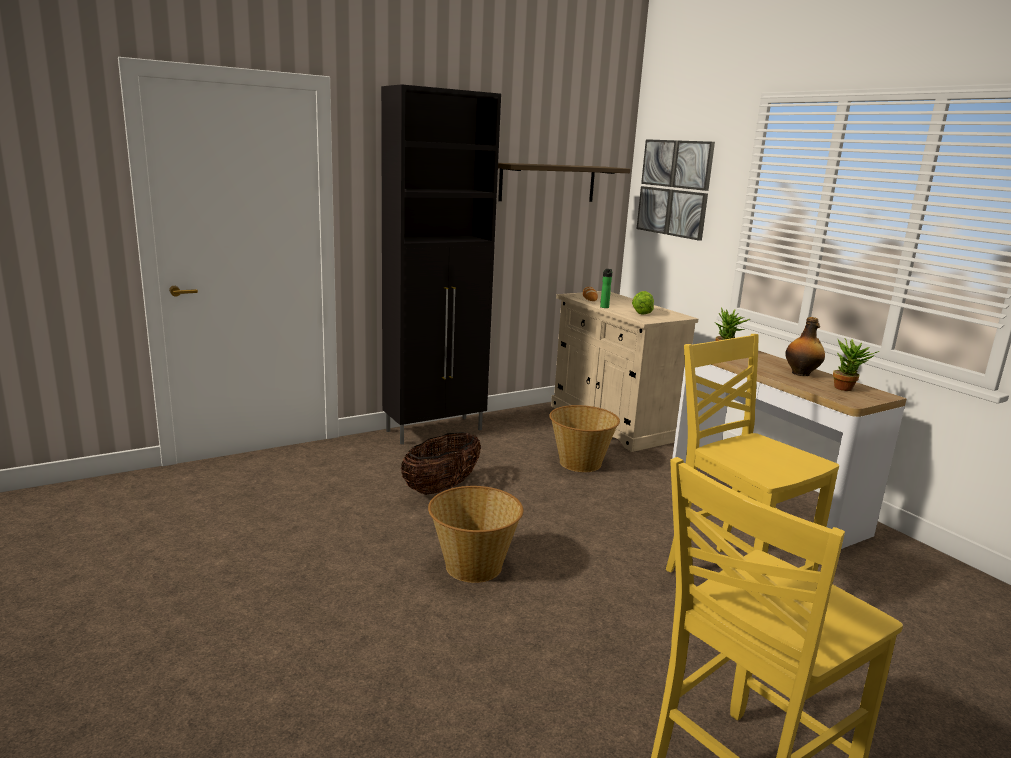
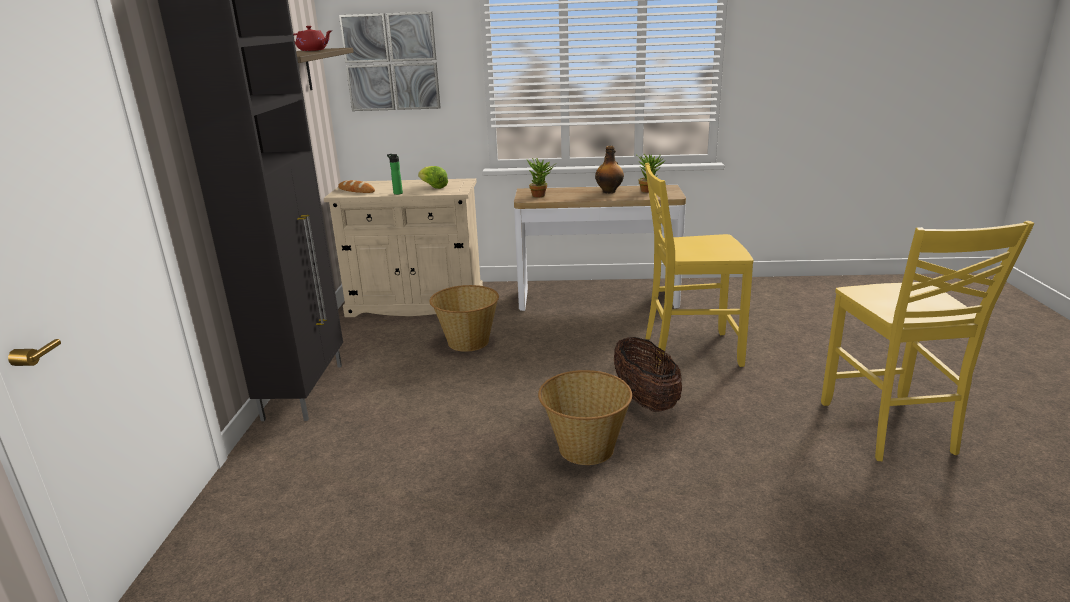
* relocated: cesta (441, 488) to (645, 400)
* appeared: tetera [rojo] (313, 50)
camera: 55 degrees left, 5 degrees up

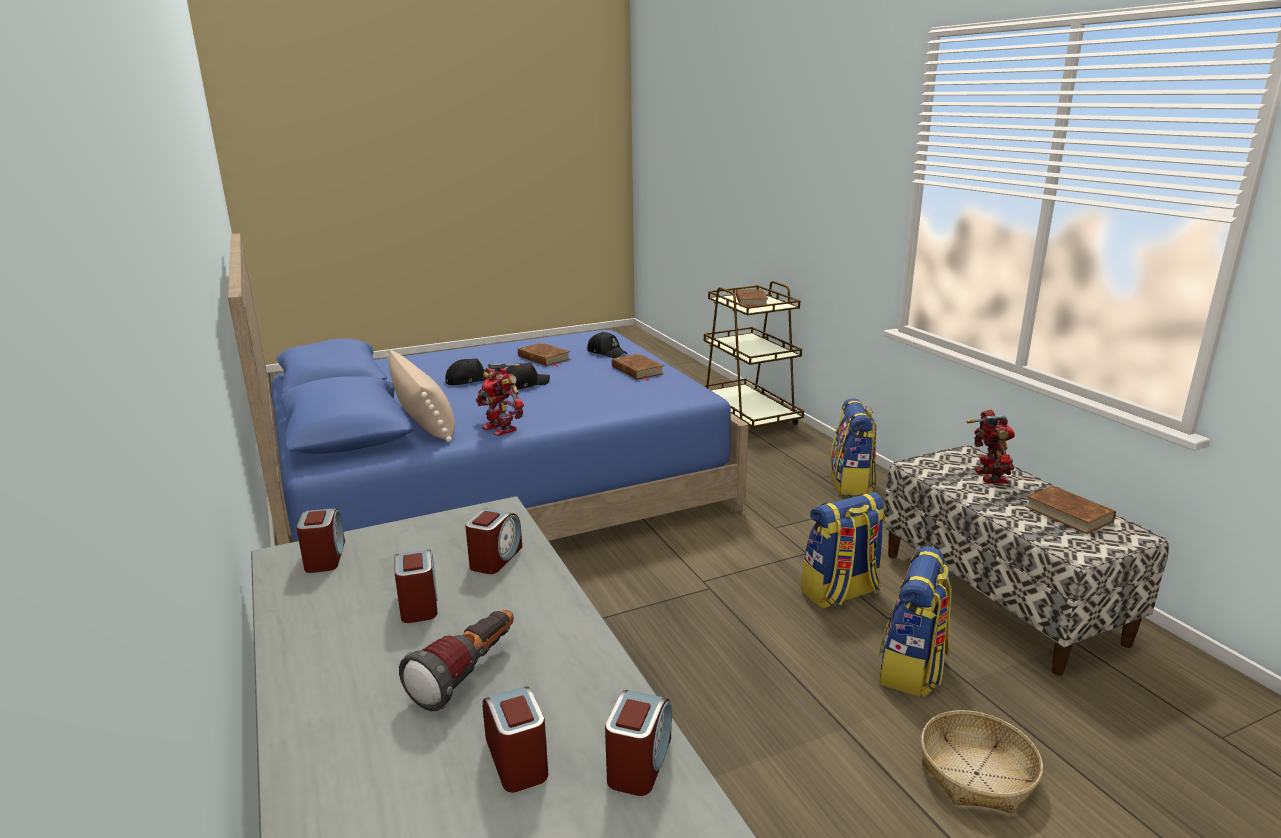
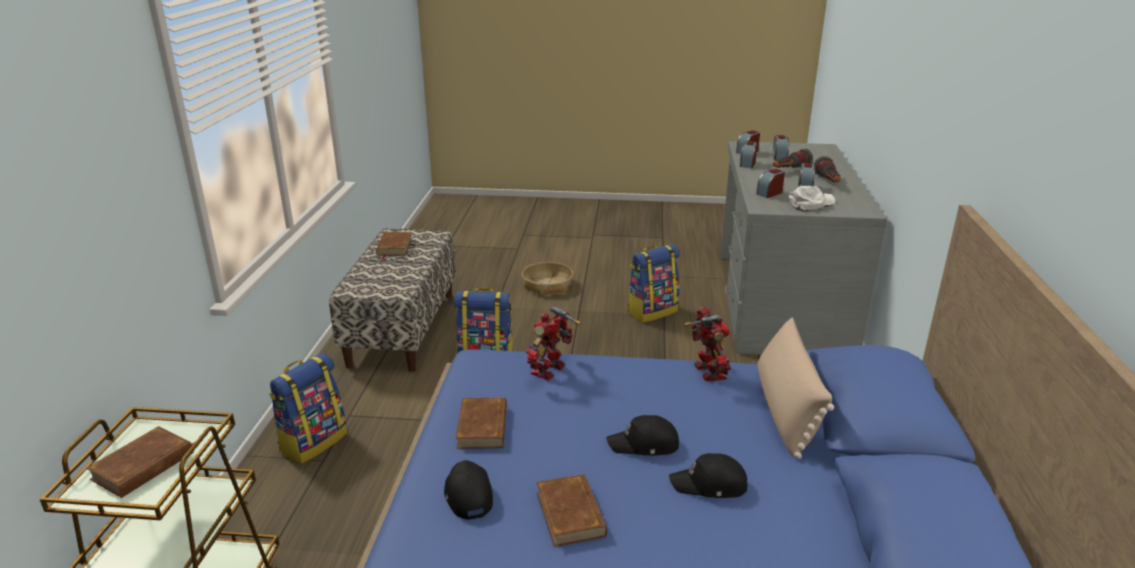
* relocated: despertador (325, 557) to (747, 164)
* relocated: mochila (912, 669) to (652, 311)
* relocated: robot de juguete (988, 477) to (550, 370)
* appeared: gorra [blanco] (811, 203)
* appeared: linterna (828, 182)
camera: 150 degrees left, 5 degrees up

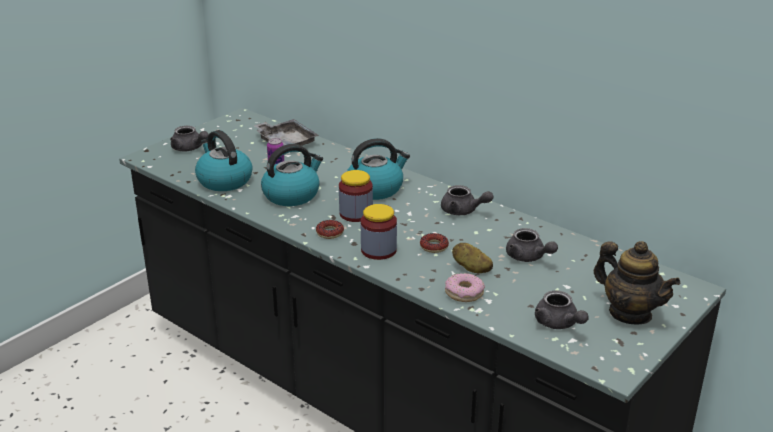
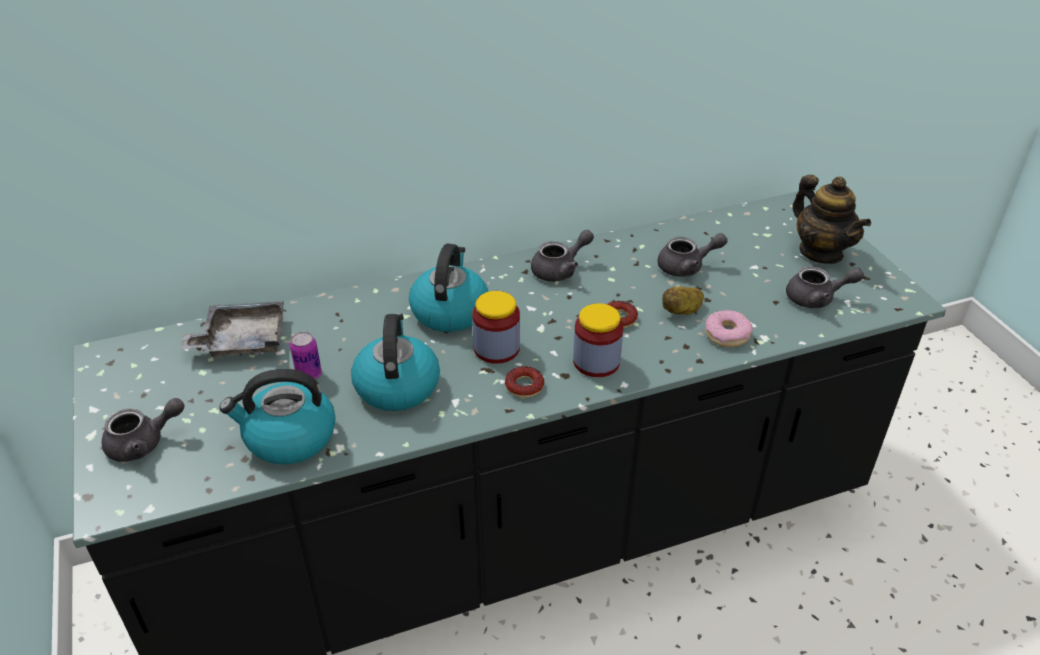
* spun: tetera (630, 313) = (821, 252) 75 degrees clockwise
camera: 60 degrees left, 10 degrees up

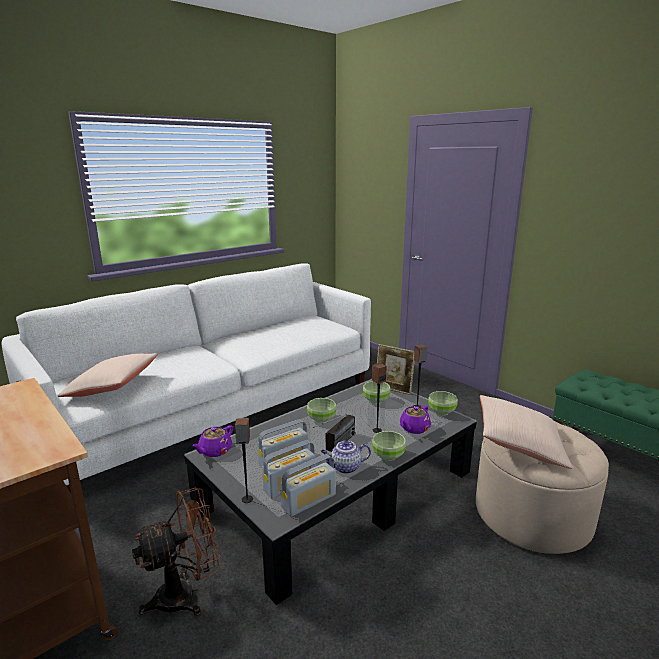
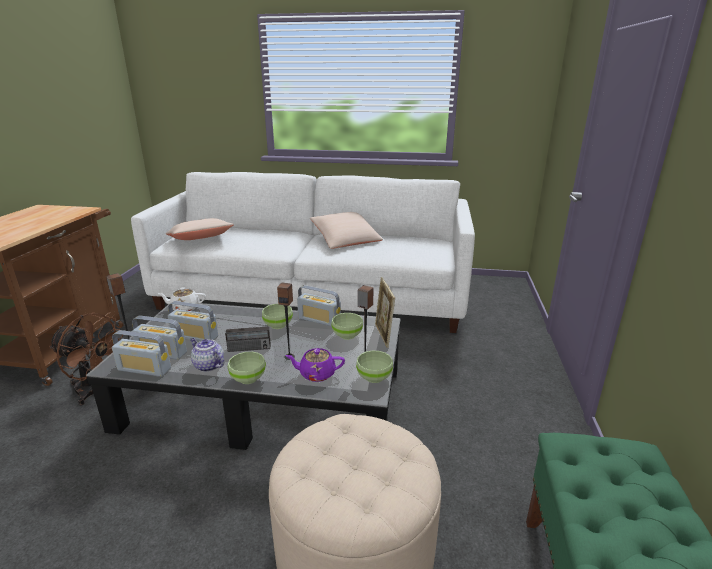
* colour: tetera [morado] (214, 451) to tetera [blanco] (184, 308)
* relocated: cojín [beis] (519, 444) to (345, 240)
* appeared: radio (319, 320)
camera: 50 degrees right, 5 degrees up

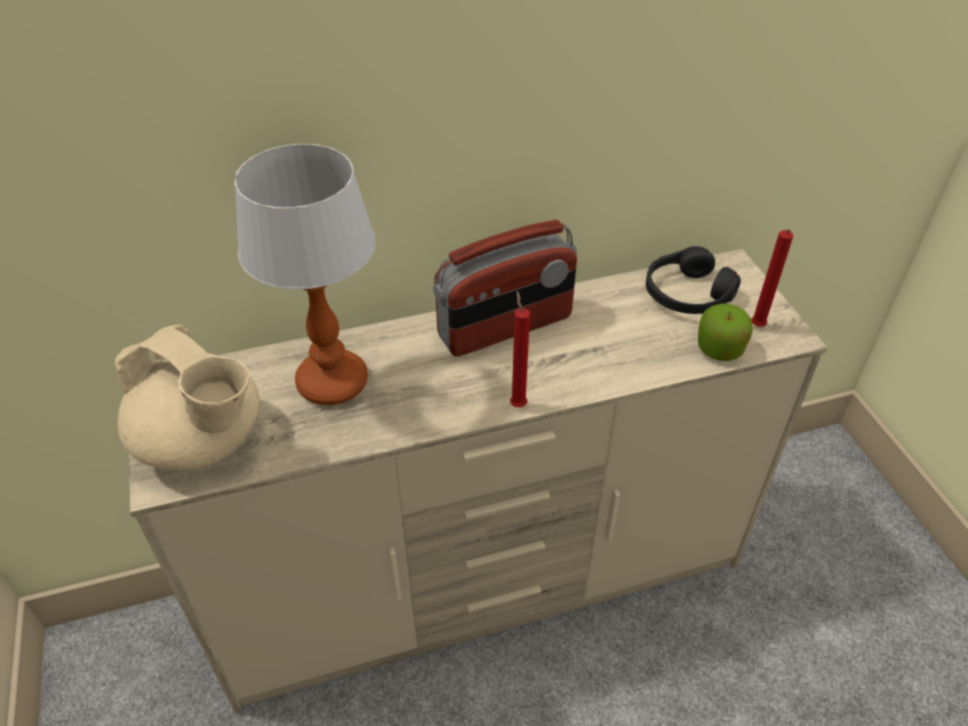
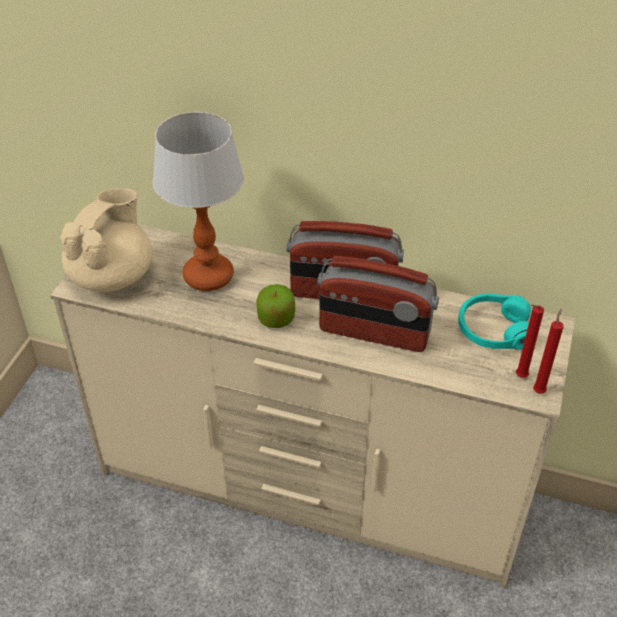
* spun: tetera [beis] (203, 442) = (113, 275) 135 degrees counterclockwise
* relocated: vela [rojo] (517, 404) to (539, 390)
* colour: auriculares [negro] (687, 294) to auriculares [turquesa] (493, 330)
* relocated: manzana (719, 349) to (276, 319)
* appeared: radio (374, 333)
camera: 35 degrees right, 0 degrees up

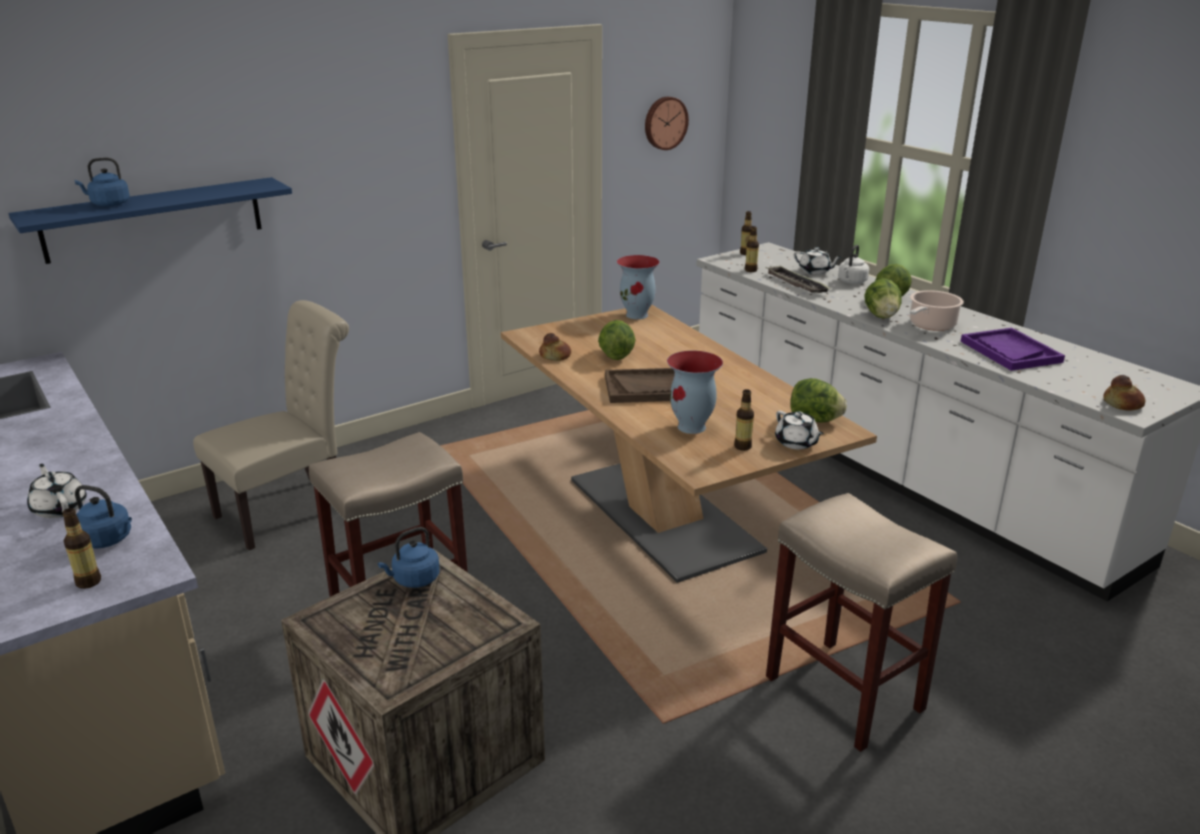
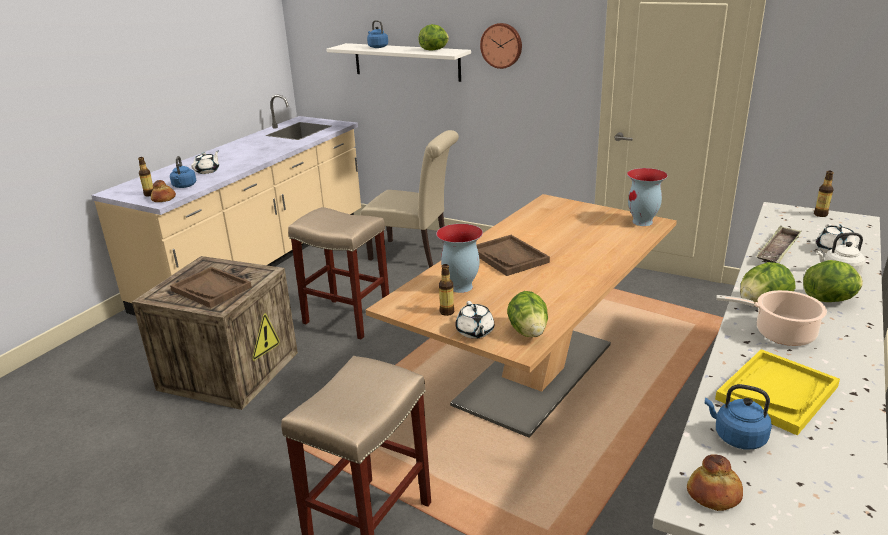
* colour: estante [azul] (154, 219) to estante [blanco] (406, 62)
* relocated: hervidor [azul] (414, 580) to (736, 437)
* relocated: pan (555, 356) to (164, 199)
* relocated: lechuga (615, 356) to (434, 50)
* relocated: reloj de pared (664, 123) to (501, 45)
* missing: botella (750, 270)
* spun: tetera [blanco] (796, 443) = (475, 332) 45 degrees counterclockwise
* colour: bandeja [morado] (1010, 351) to bandeja [amarillo] (776, 392)
* appeared: bandeja [marrón] (211, 289)
camera: 65 degrees right, 0 degrees up

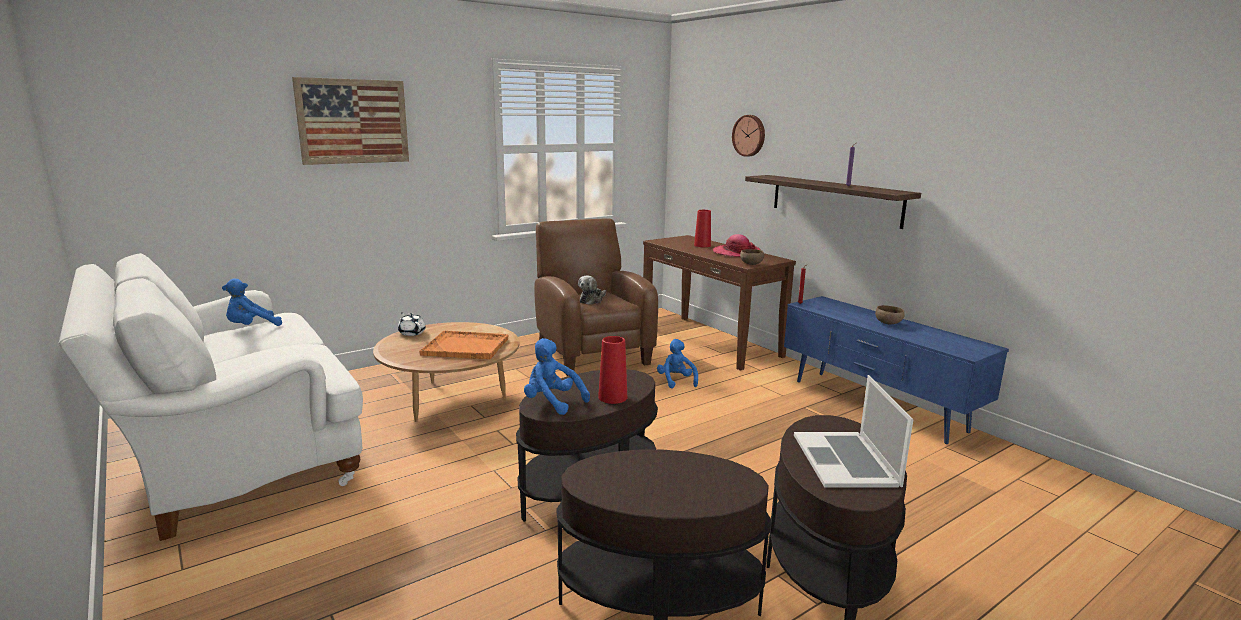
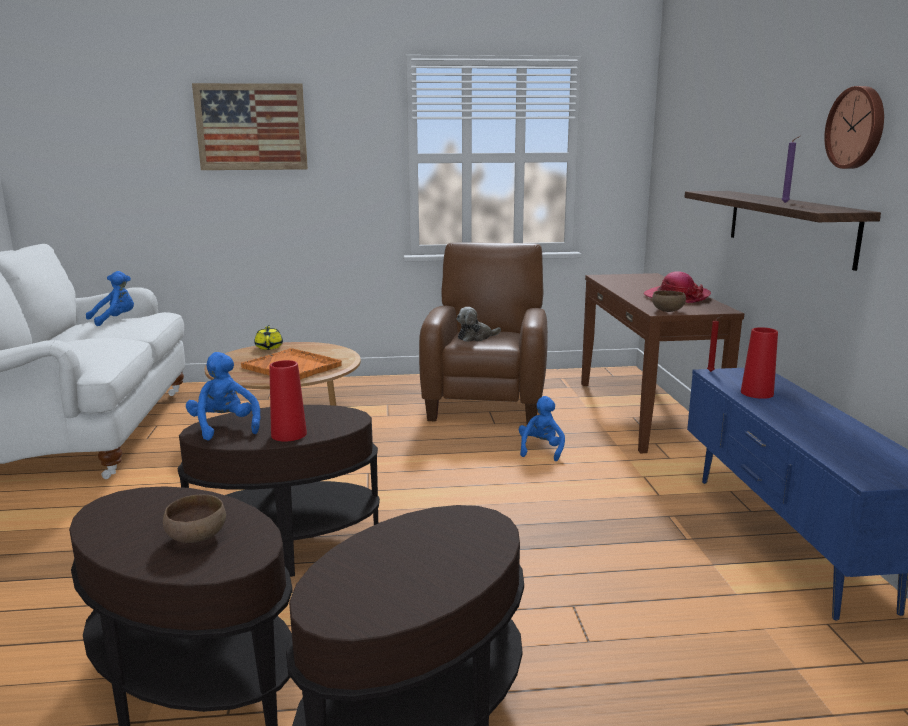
* spun: peluche [azul] (252, 327) = (115, 320) 150 degrees clockwise
* colour: tetera [blanco] (412, 333) to tetera [amarillo] (269, 347)
* relocated: florero [rojo] (702, 245) to (757, 393)
* relocated: reloj de pared (749, 135) to (857, 128)
* missing: portátil (845, 459)
* relocated: cuenco [marrón] (889, 323) to (198, 537)
camera: 30 degrees right, 0 degrees up

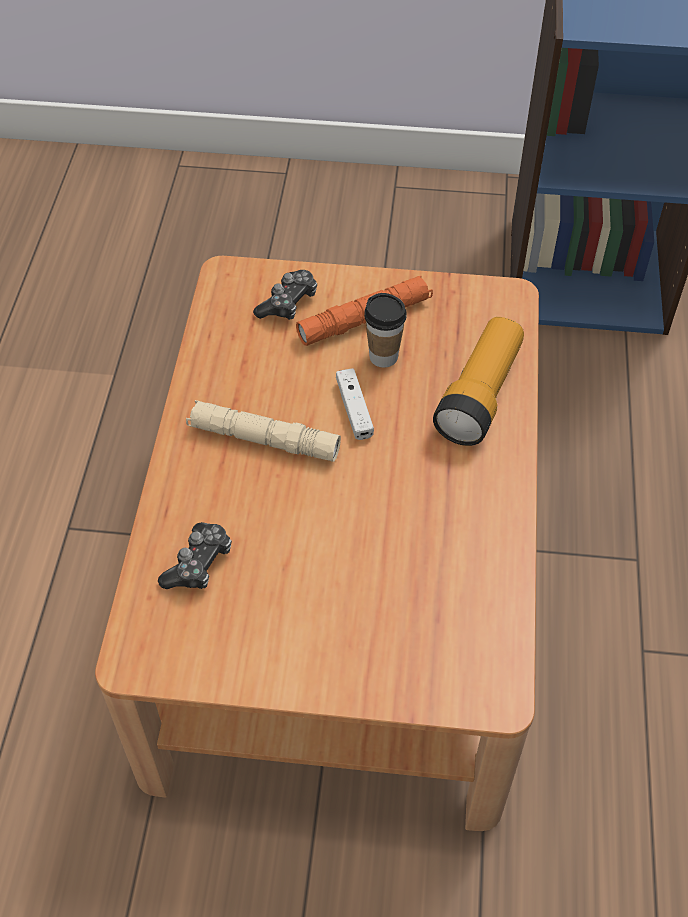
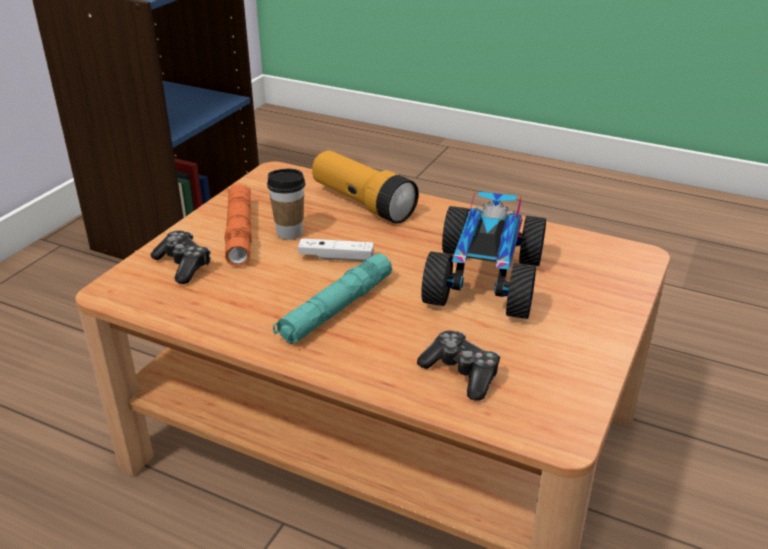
* colour: linterna [beis] (264, 439) to linterna [turquesa] (336, 309)
* appeared: coche de juguete (482, 279)
camera: 70 degrees left, 20 degrees down

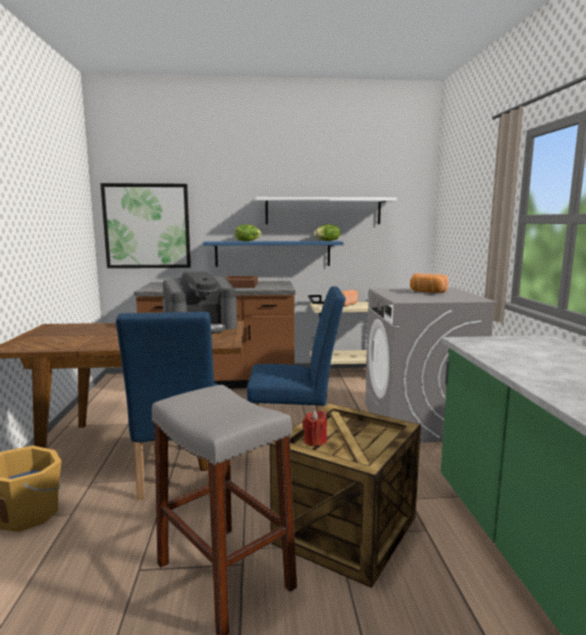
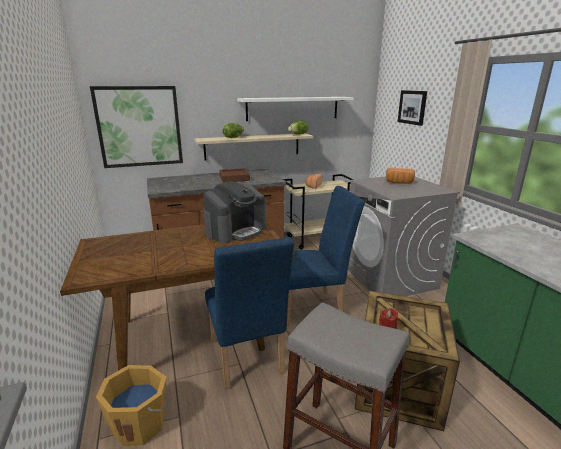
* colour: estante [azul] (273, 253) to estante [beis] (252, 146)
* appeared: cuadro (412, 107)
camera: 15 degrees left, 10 degrees up

